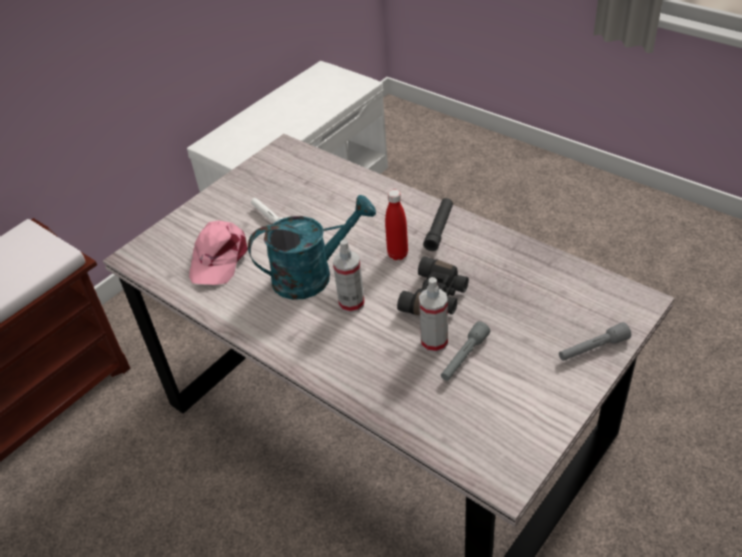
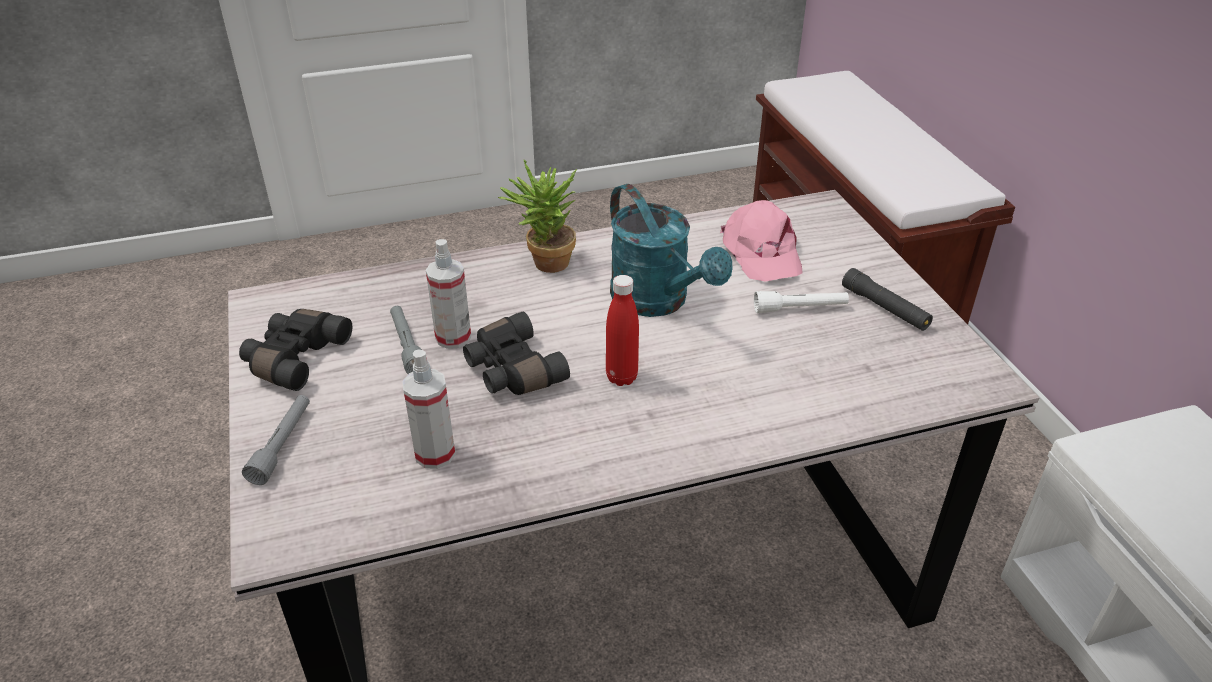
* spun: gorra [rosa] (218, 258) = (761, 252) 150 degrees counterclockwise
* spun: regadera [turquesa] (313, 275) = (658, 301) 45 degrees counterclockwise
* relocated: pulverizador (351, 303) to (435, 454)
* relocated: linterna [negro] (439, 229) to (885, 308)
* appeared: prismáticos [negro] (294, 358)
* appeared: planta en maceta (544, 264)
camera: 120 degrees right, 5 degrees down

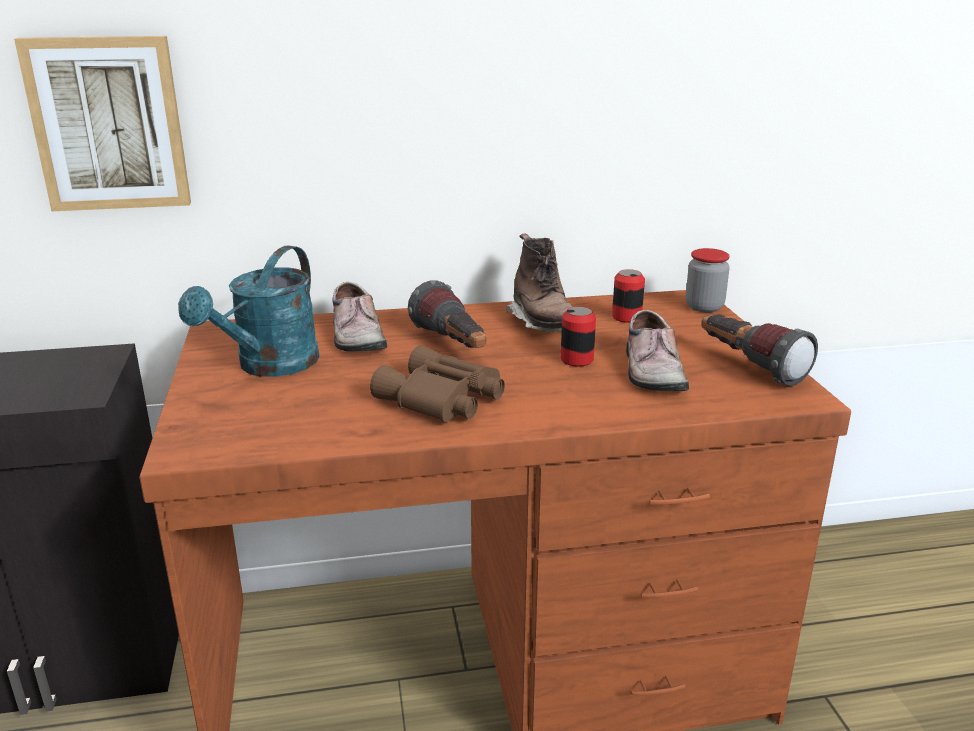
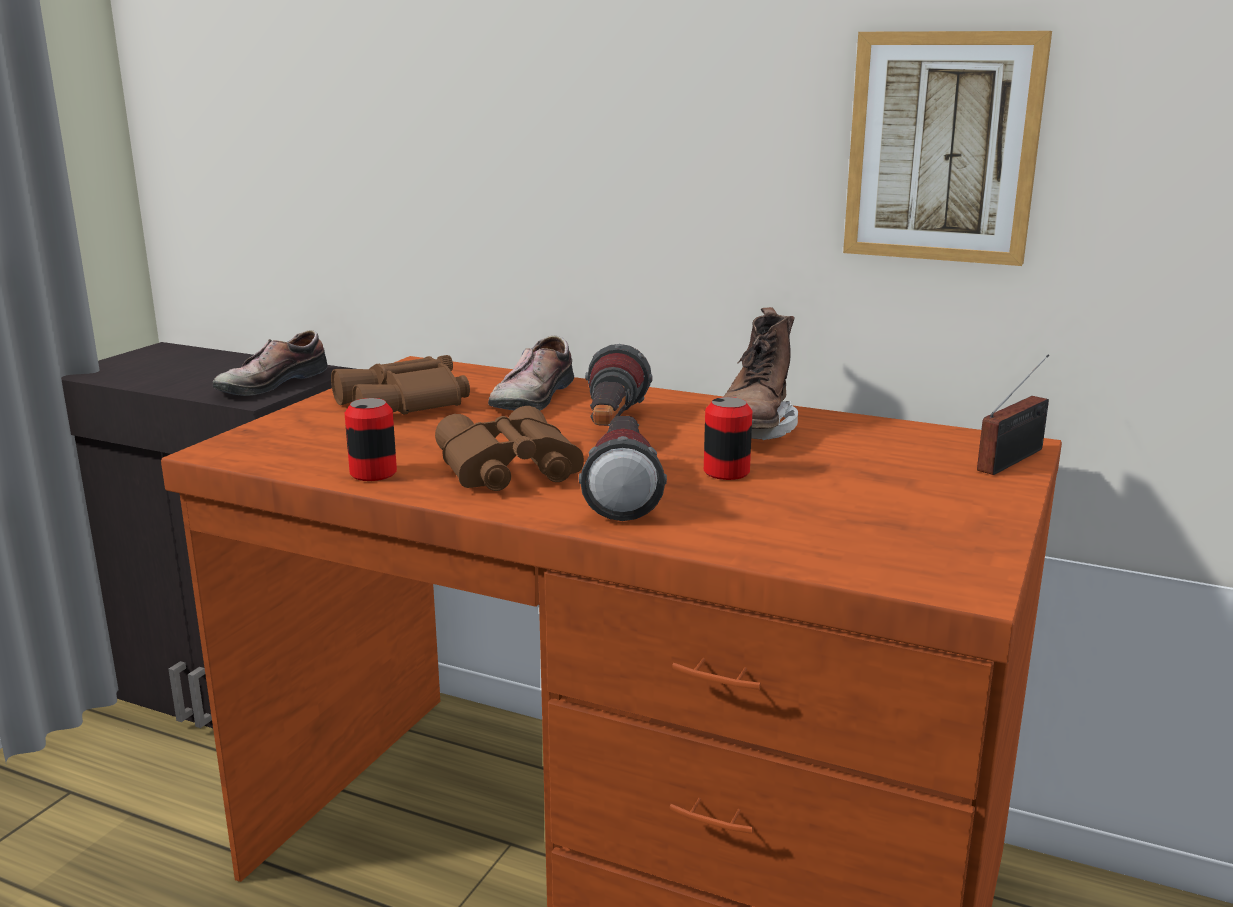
* relocated: cuadro (109, 124) to (943, 147)
* exchanged: regadera [turquesa] (269, 366) to prismáticos [marrón] (406, 404)
* relocated: lata (626, 317) to (373, 473)
* relocated: zapato (650, 371) to (268, 383)
* exchanged: tarro (704, 307) to radio (1014, 458)
* relocated: linterna (748, 366) to (623, 491)
camera: 35 degrees right, 5 degrees down

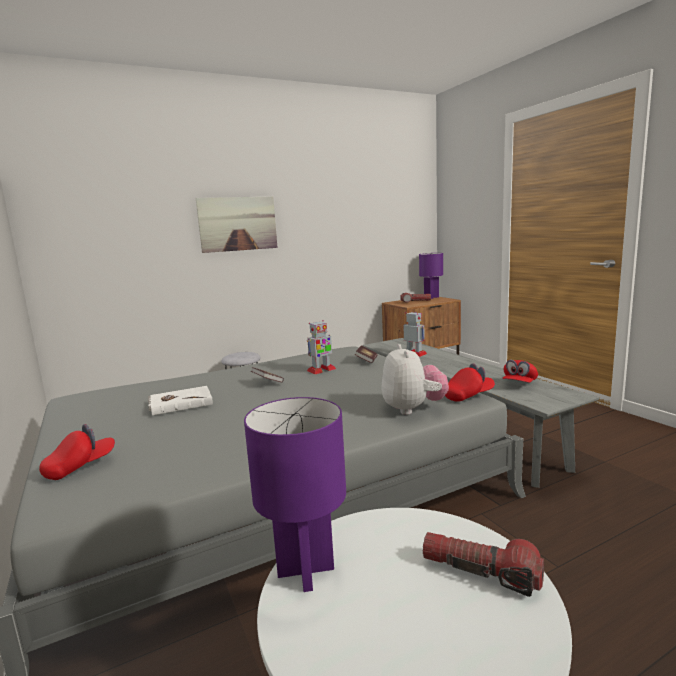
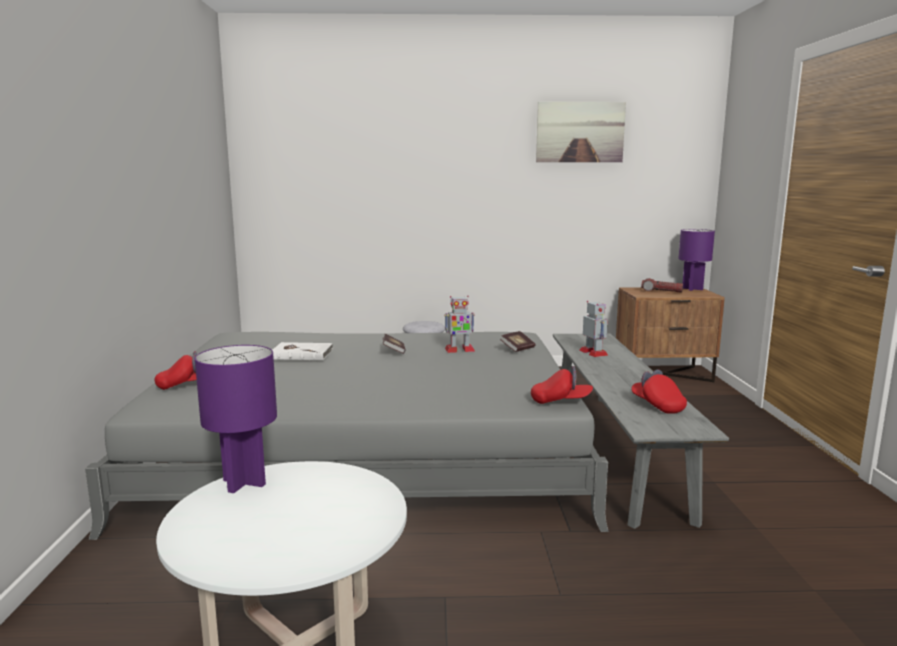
* relocated: cuadro (238, 224) to (580, 132)
* missing: peluche (413, 409)
* missing: linterna (481, 572)
* spun: gorra [rojo] (519, 384) = (657, 405) 90 degrees clockwise
camera: 25 degrees right, 0 degrees up

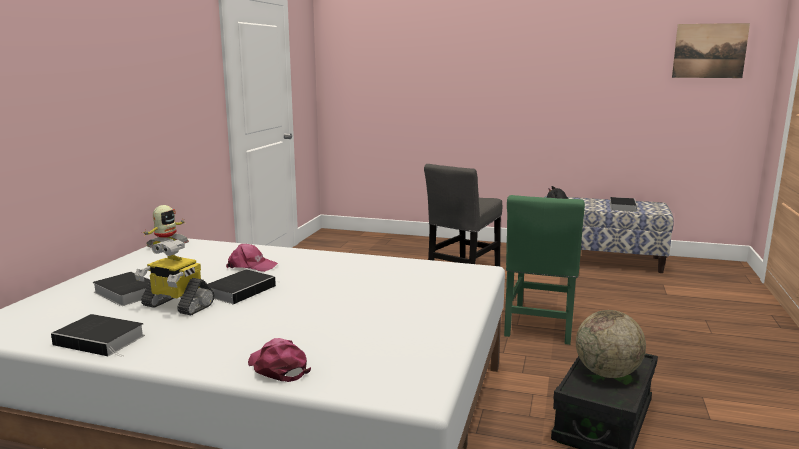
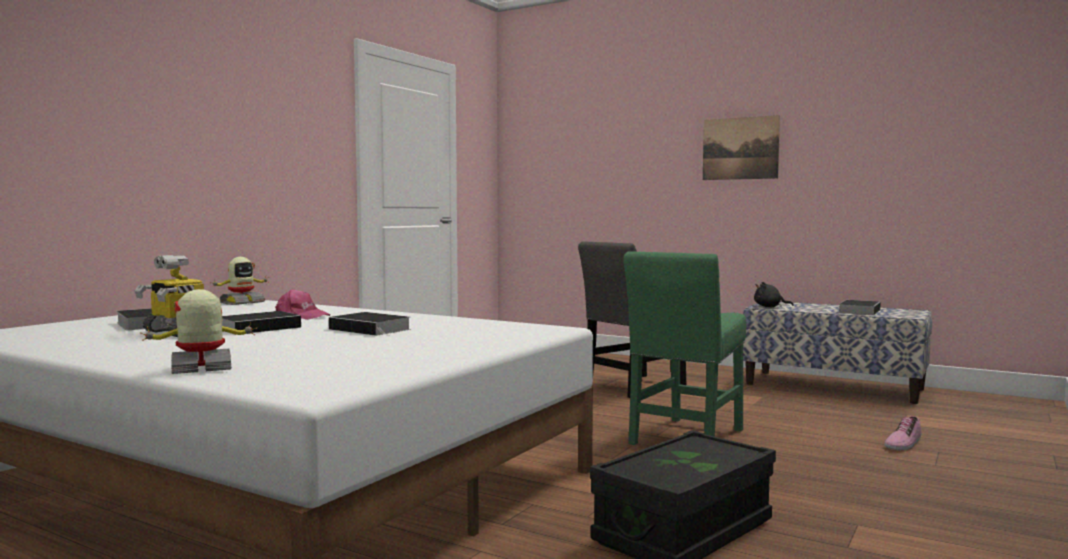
* relocated: libro (102, 340) to (372, 329)
* exchanged: gorra [rosa] (278, 367) to robot de juguete (201, 368)
* missing: globo terráqueo (607, 373)
* relocated: cuadro (709, 51) to (740, 148)
* appeared: zapato (903, 443)
camera: 15 degrees right, 10 degrees down

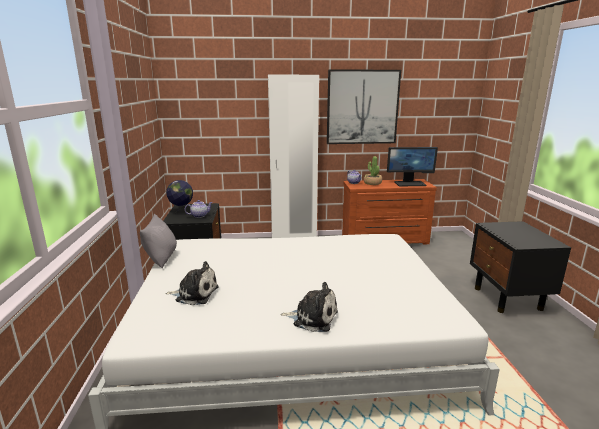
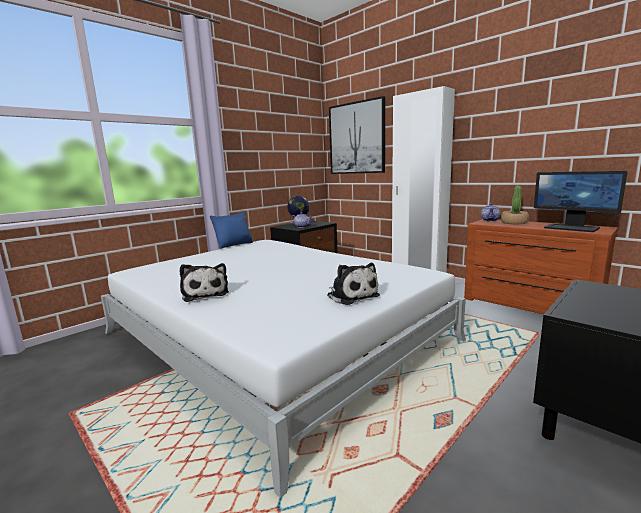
* colour: cojín [gris] (161, 258) to cojín [azul] (234, 245)
* relocated: peluche (195, 294) to (351, 295)
* relocated: cuadro (362, 107) to (356, 138)
camera: 50 degrees right, 5 degrees down

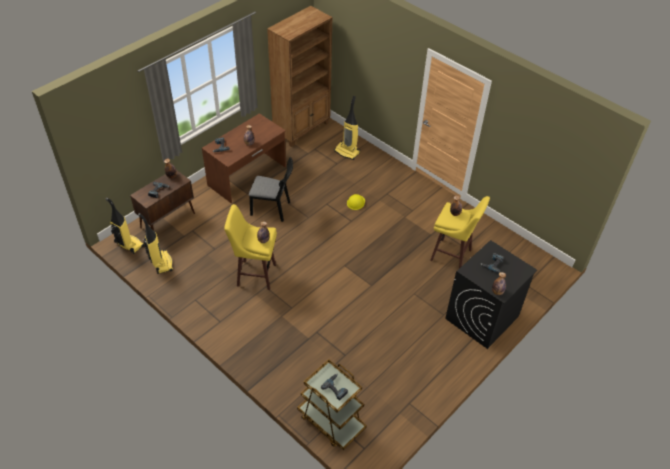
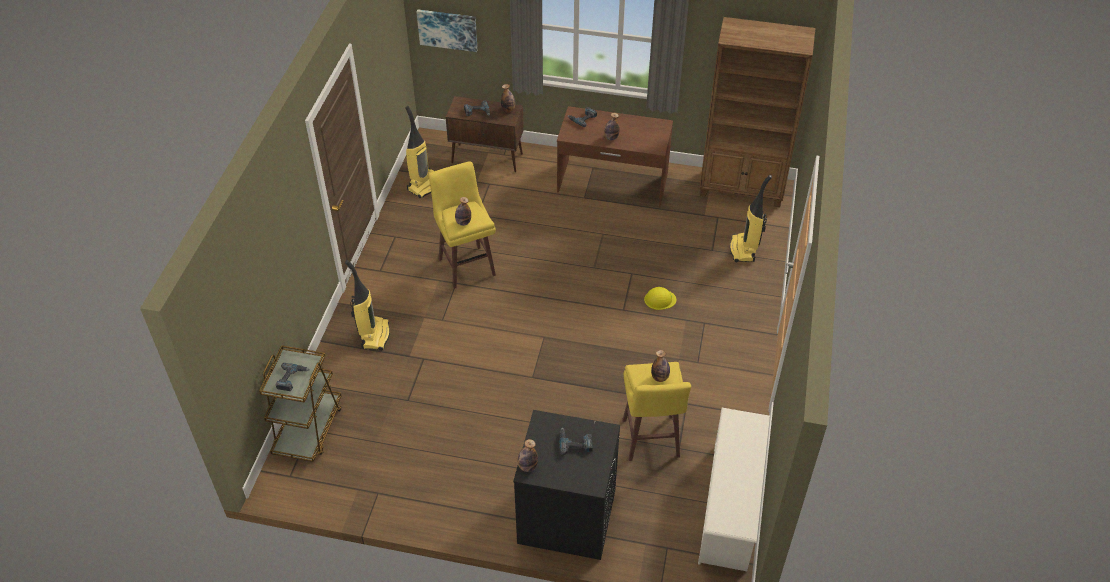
* relocated: aspiradora (128, 244) to (374, 335)
* missing: silla [negro] (273, 209)
* appeared: cuadro (447, 29)
* appeared: zapatero [blanco] (730, 507)
camera: 60 degrees right, 0 degrees up

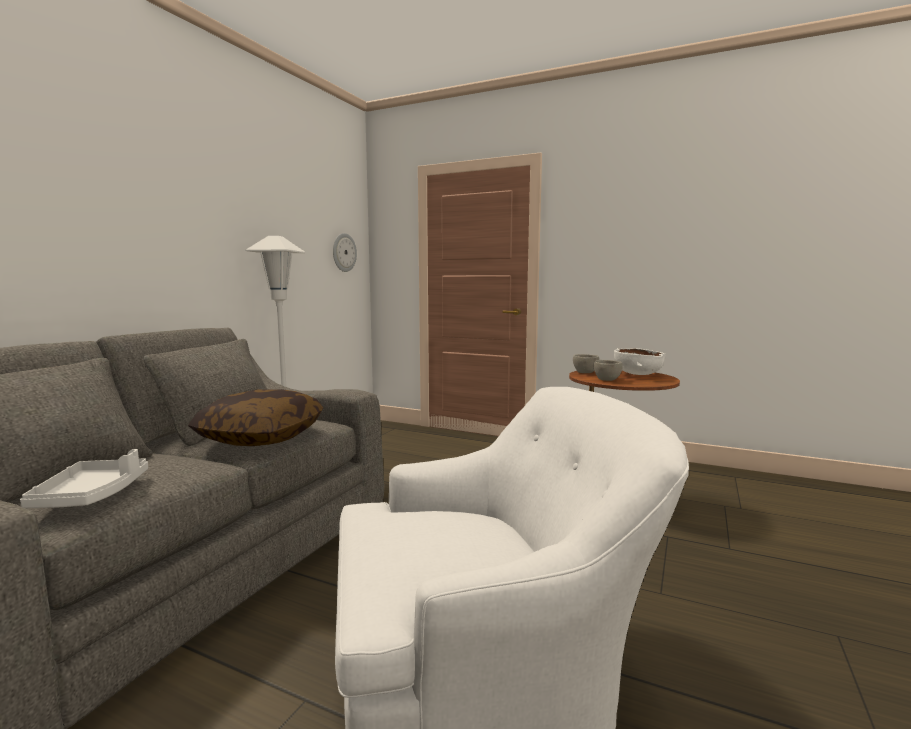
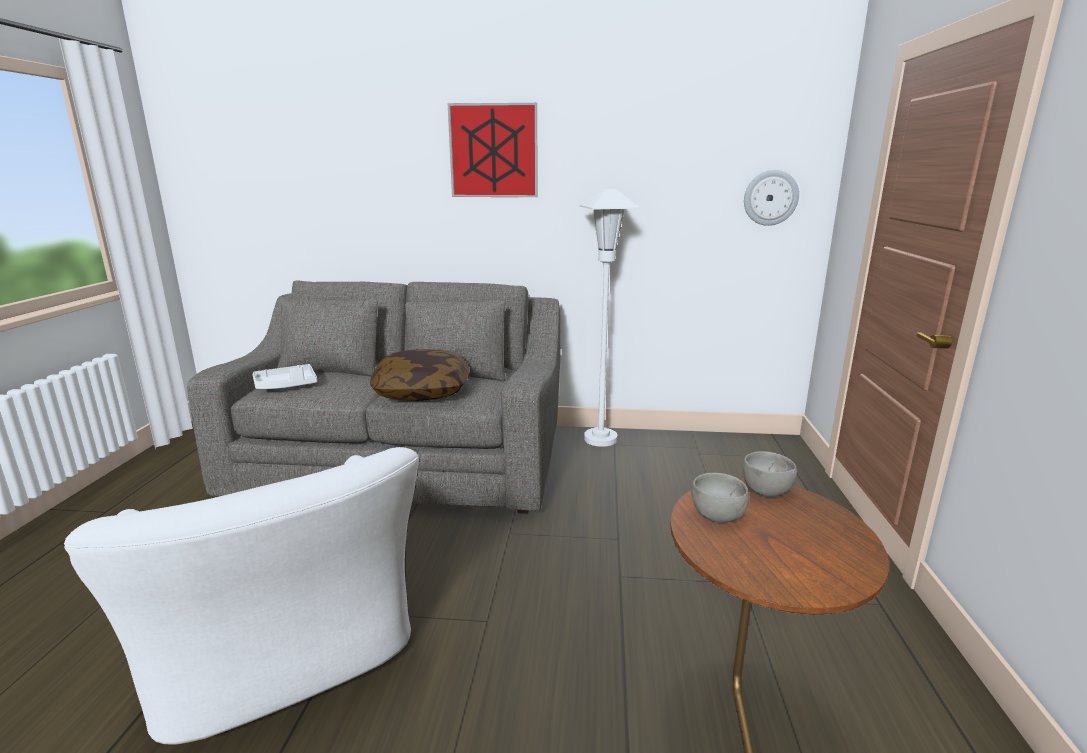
* missing: cuenco [blanco] (637, 375)
* appeared: cuadro (493, 151)
camera: 70 degrees right, 10 degrees up

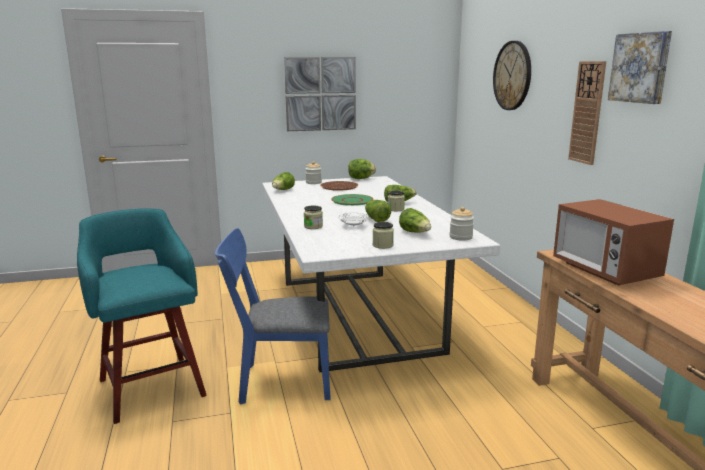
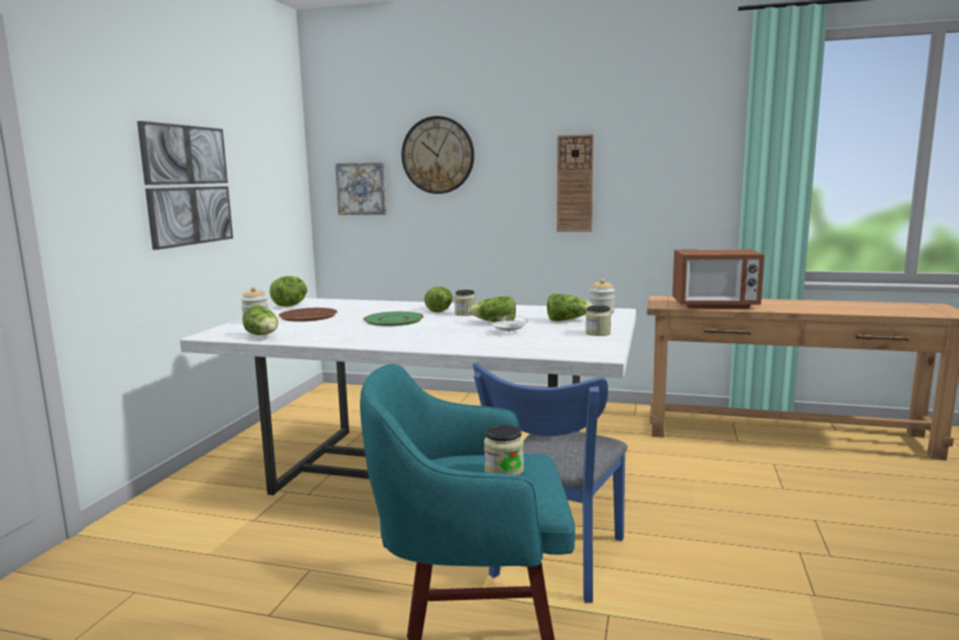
* relocated: tarro (313, 226) to (504, 470)
* relocated: cuadro (641, 67) to (362, 188)
camera: 60 degrees left, 5 degrees down

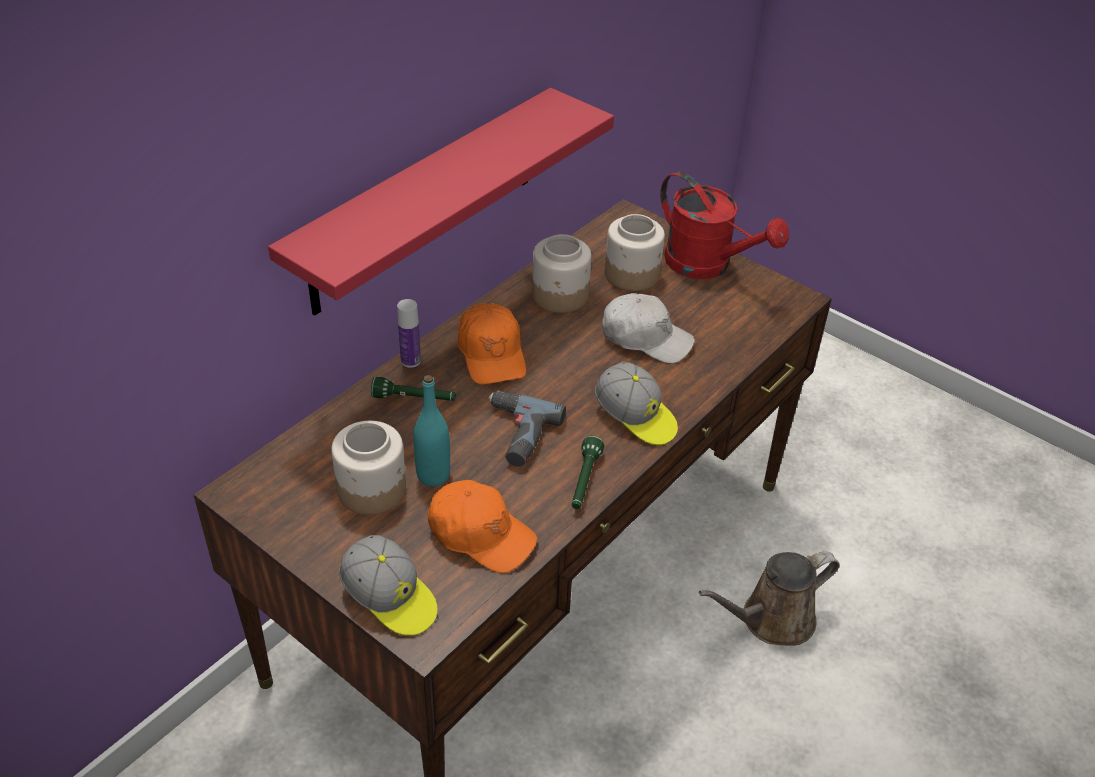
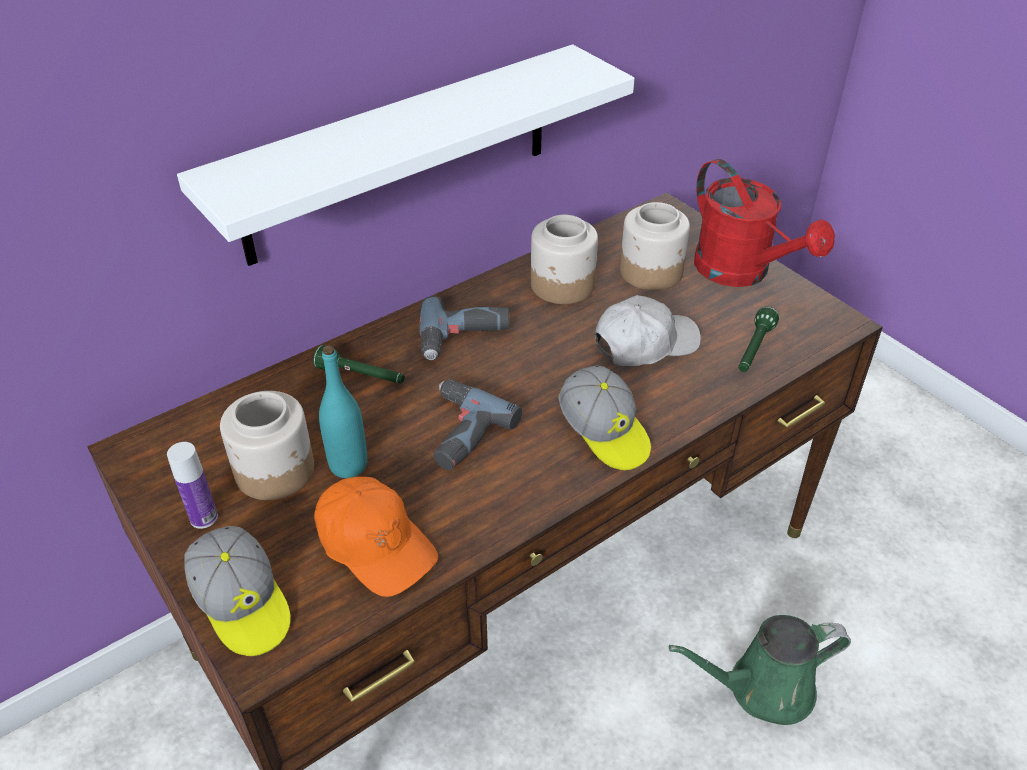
* colour: estante [rojo] (424, 201) to estante [blanco] (399, 154)
* relocated: botella (410, 361) to (203, 518)
* exchanged: gorra [naranja] (492, 354) to taladro (464, 338)
* relocated: linterna [verde] (584, 481) to (754, 350)
* spun: gorra [blanco] (646, 338) = (645, 343) 60 degrees counterclockwise
* colour: regadera [marrón] (771, 620) to regadera [verde] (763, 689)
camera: 15 degrees right, 0 degrees up

